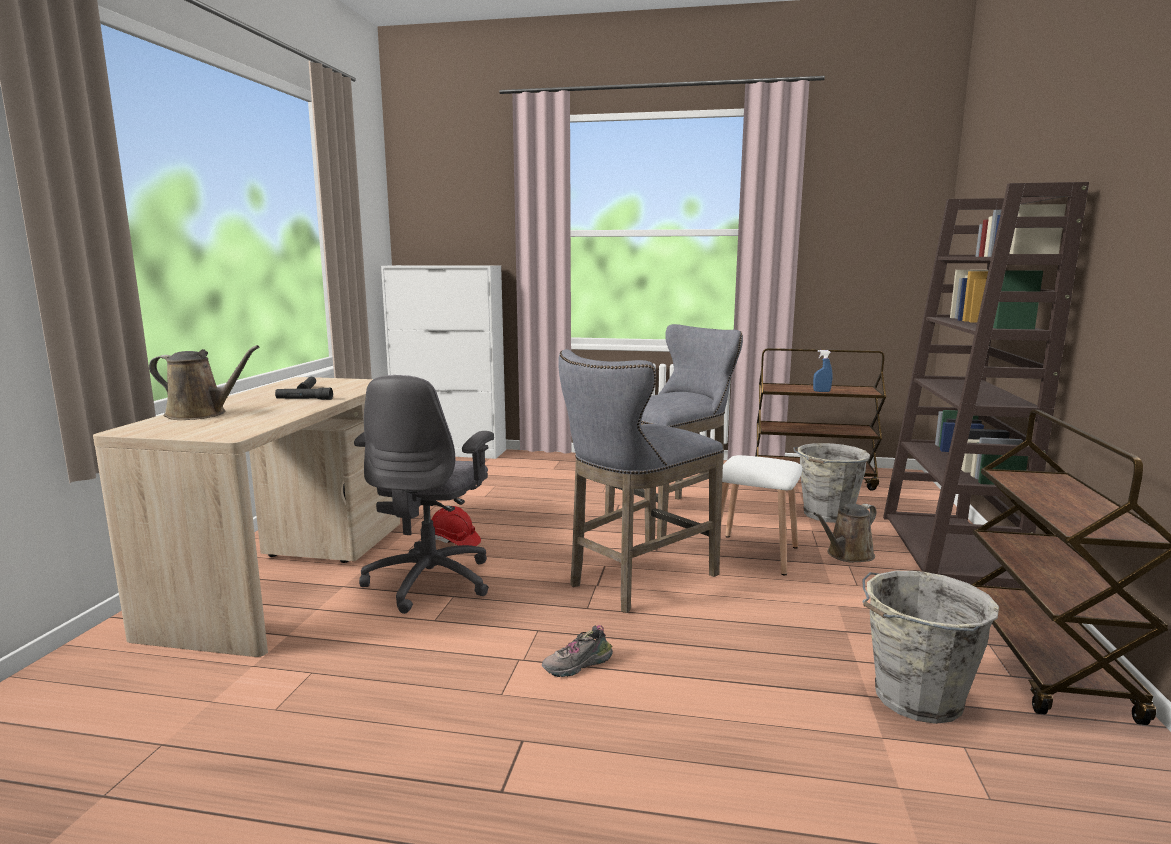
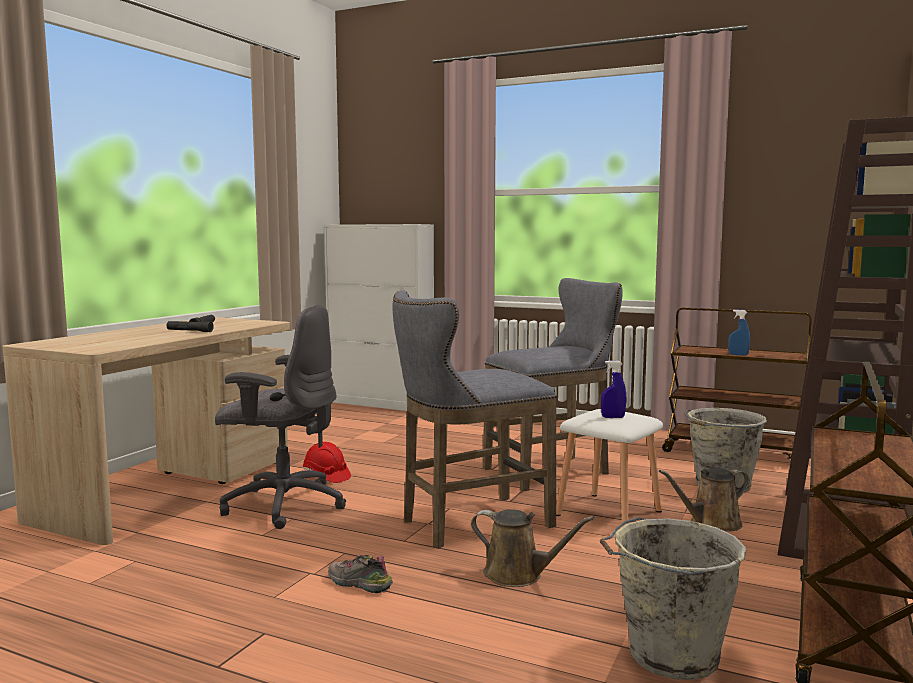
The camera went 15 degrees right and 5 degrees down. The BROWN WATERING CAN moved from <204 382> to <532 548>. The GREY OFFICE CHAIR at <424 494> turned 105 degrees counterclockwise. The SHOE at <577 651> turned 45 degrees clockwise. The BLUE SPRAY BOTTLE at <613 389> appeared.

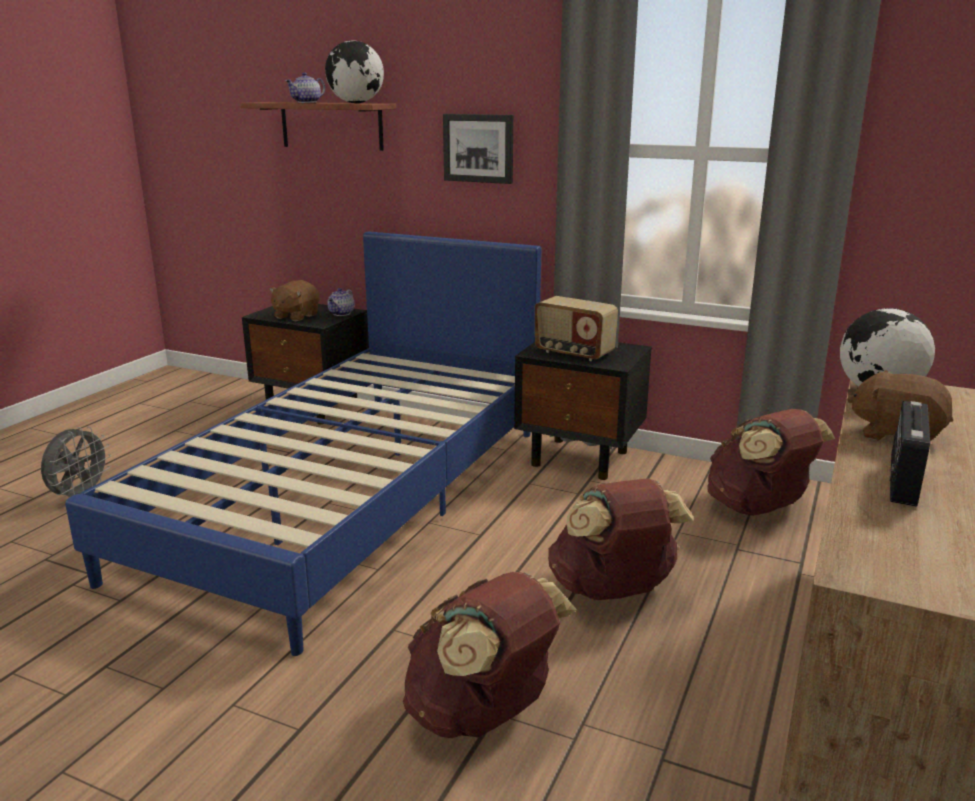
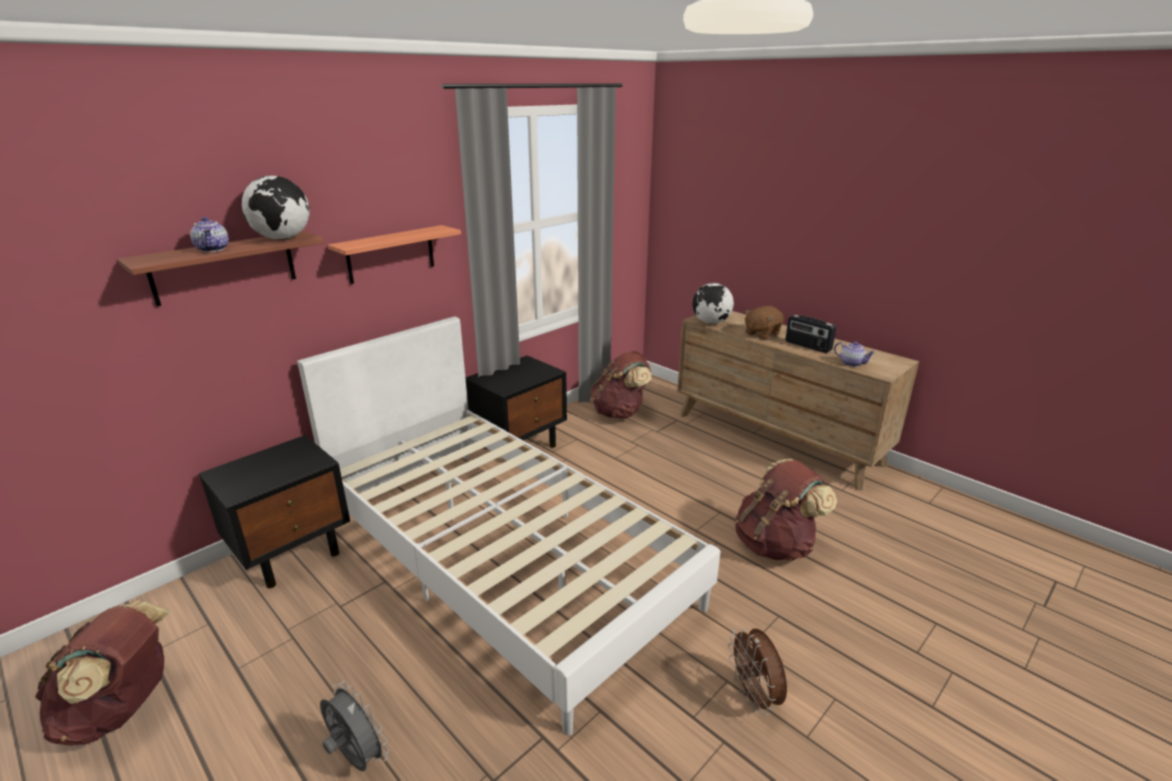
The camera went 70 degrees left and 5 degrees up. The PICTURE at <478 149> was replaced by the SHELF at <394 254>. The BLUE BED at <303 443> became the WHITE BED at <508 525>. The BROWN PLUSH TOY at <294 300> disappeared. The TEAPOT moved from <340 302> to <854 354>. The RADIO at <576 328> disappeared. The BROWN BACKPACK moved from <621 539> to <102 673>. The BROWN FAN at <757 671> appeared.

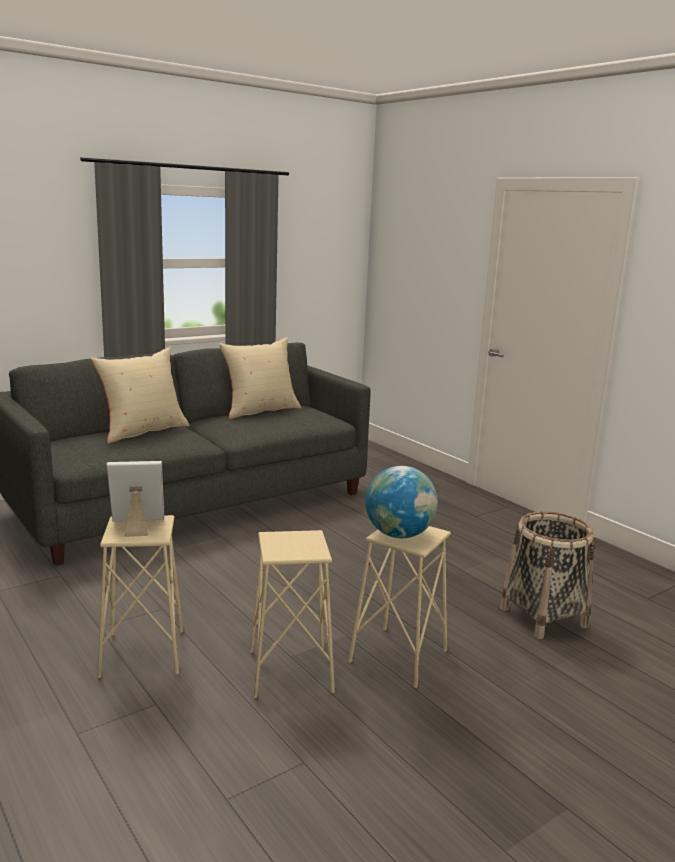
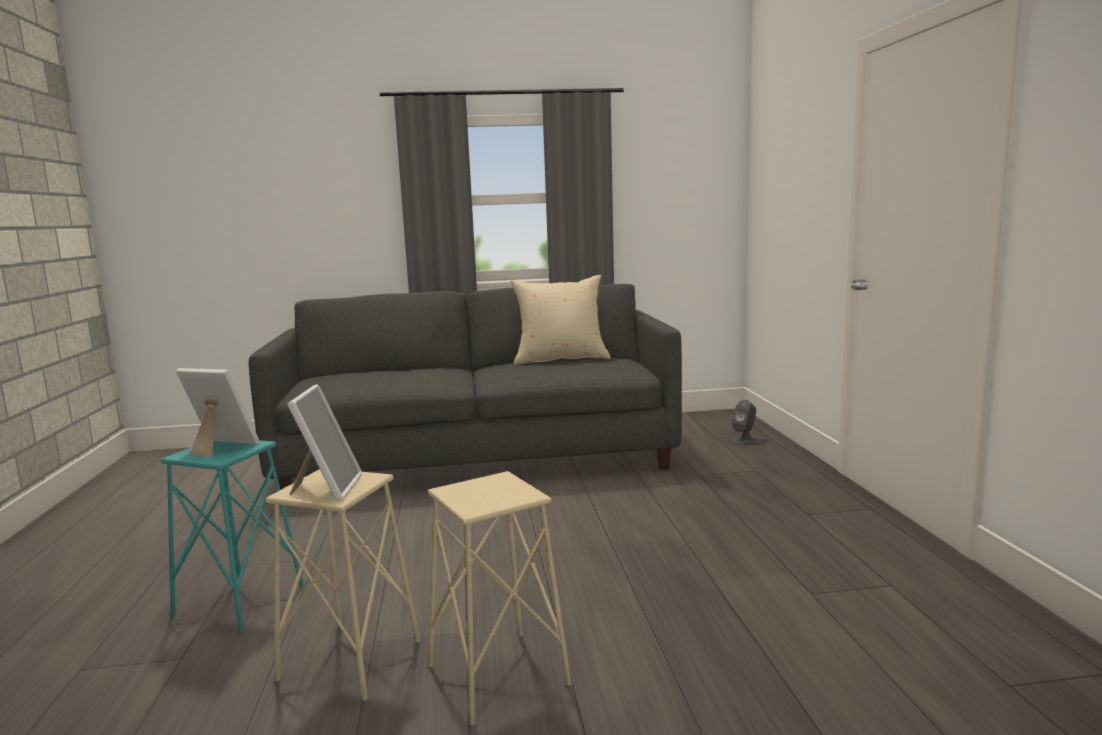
The camera went 30 degrees right and 5 degrees down. The BEIGE PILLOW at <140 395> disappeared. The GLOBE at <401 502> disappeared. The BASKET at <547 575> disappeared. The BEIGE STOOL at <140 596> became the TURQUOISE STOOL at <232 536>. The PICTURE FRAME at <324 443> appeared. The GREY SPEAKER at <744 422> appeared.

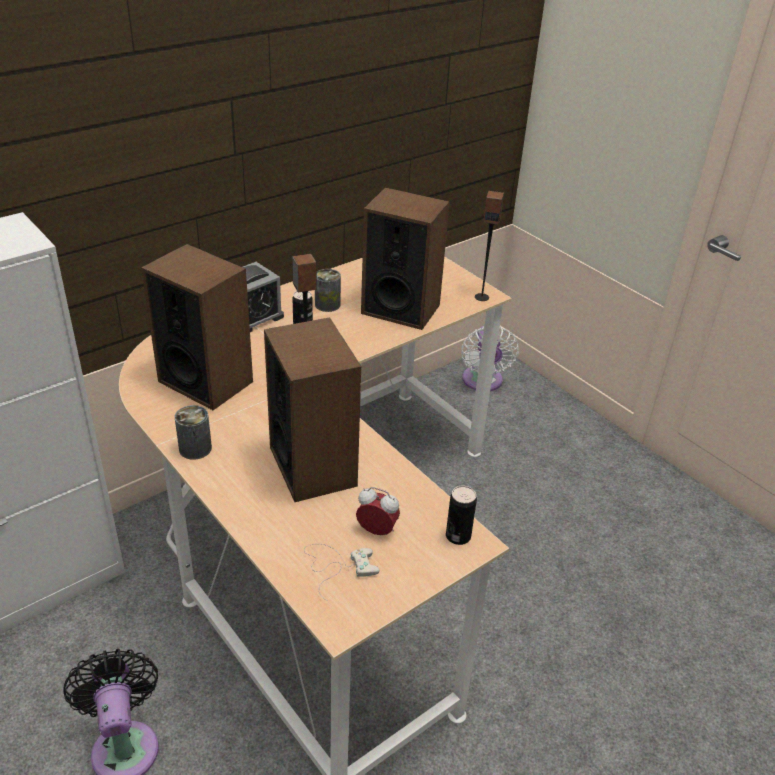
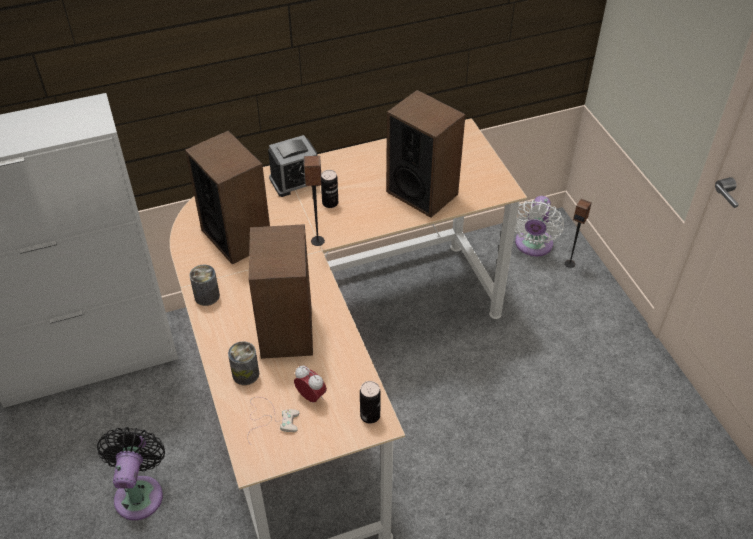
The camera went 20 degrees right and 10 degrees up. The SPEAKER moved from <489 246> to <578 233>. The CAN moved from <328 290> to <243 363>.

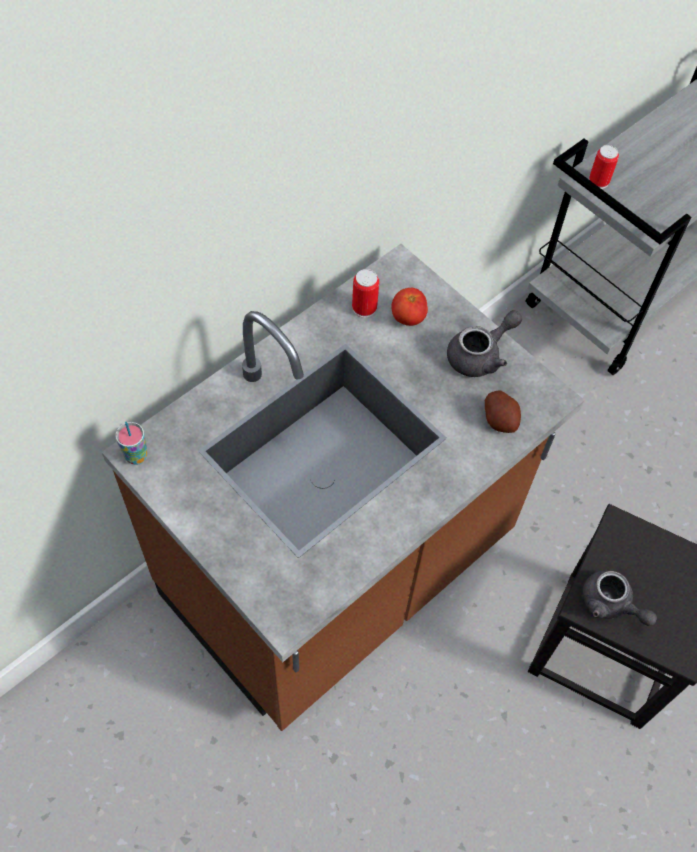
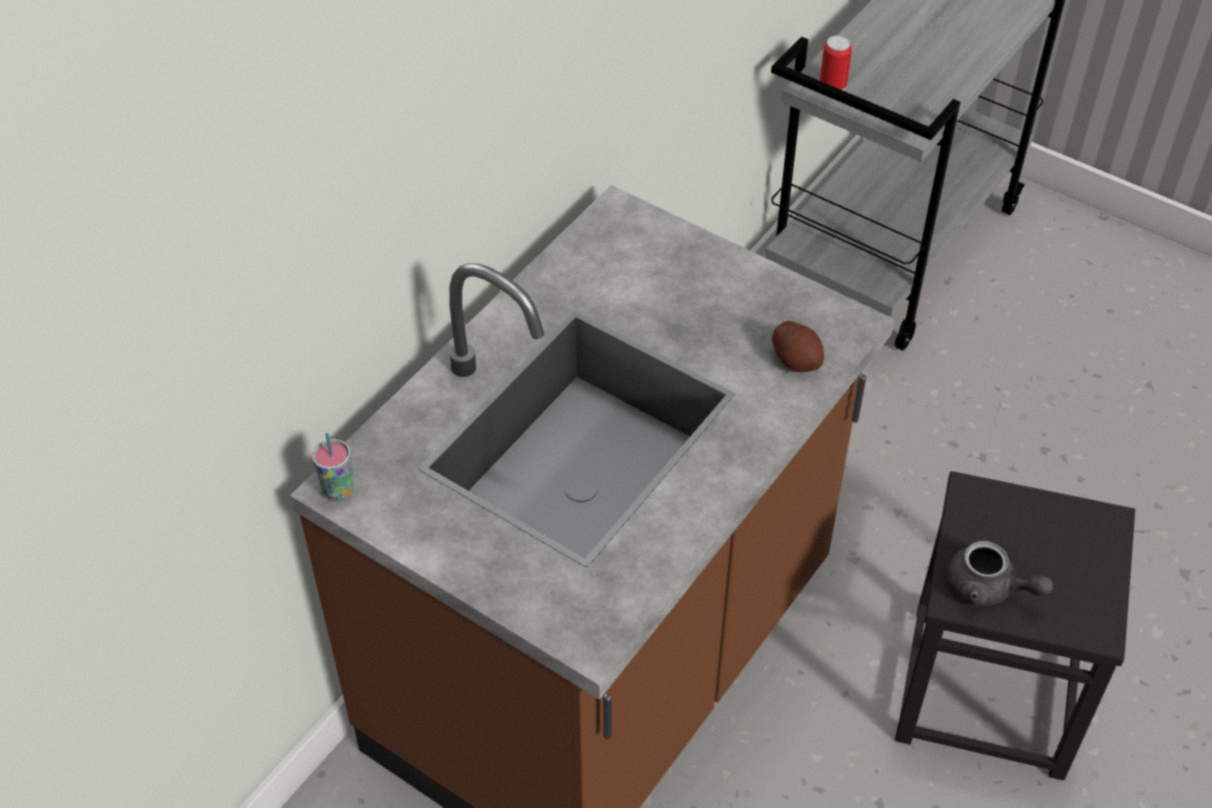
The camera went 10 degrees left and 10 degrees down. The CAN at <365 293> disappeared. The TOMATO at <409 307> disappeared. The GREY TEAPOT at <484 343> disappeared.

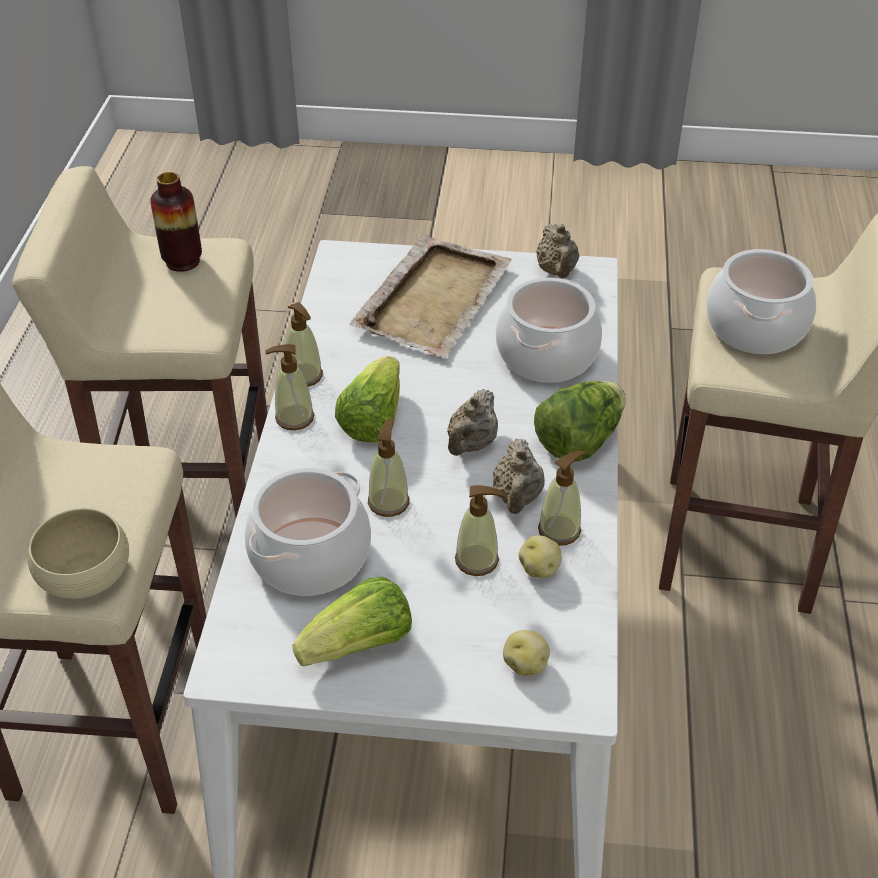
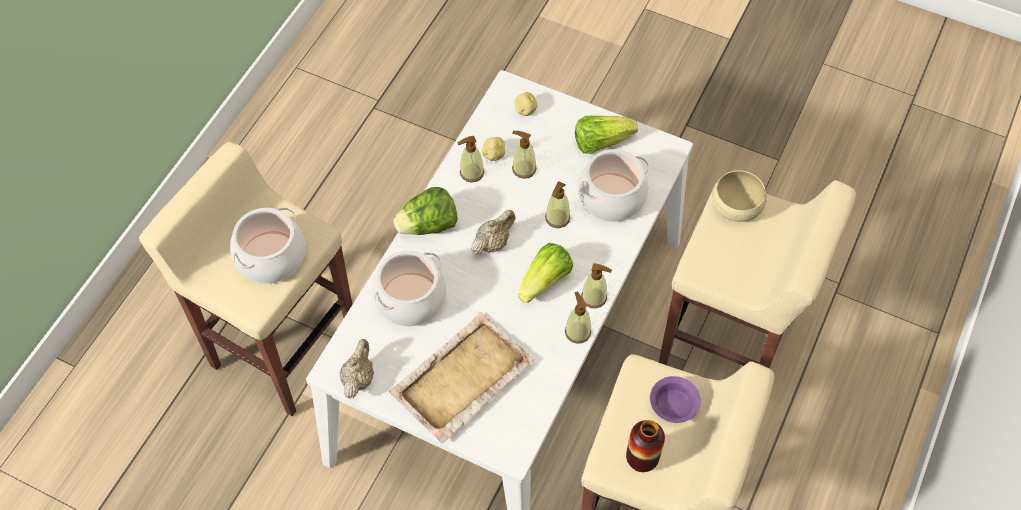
The camera went 160 degrees left and 15 degrees up. The BEIGE TEAPOT at <519 476> disappeared. The PURPLE BOWL at <675 399> appeared.

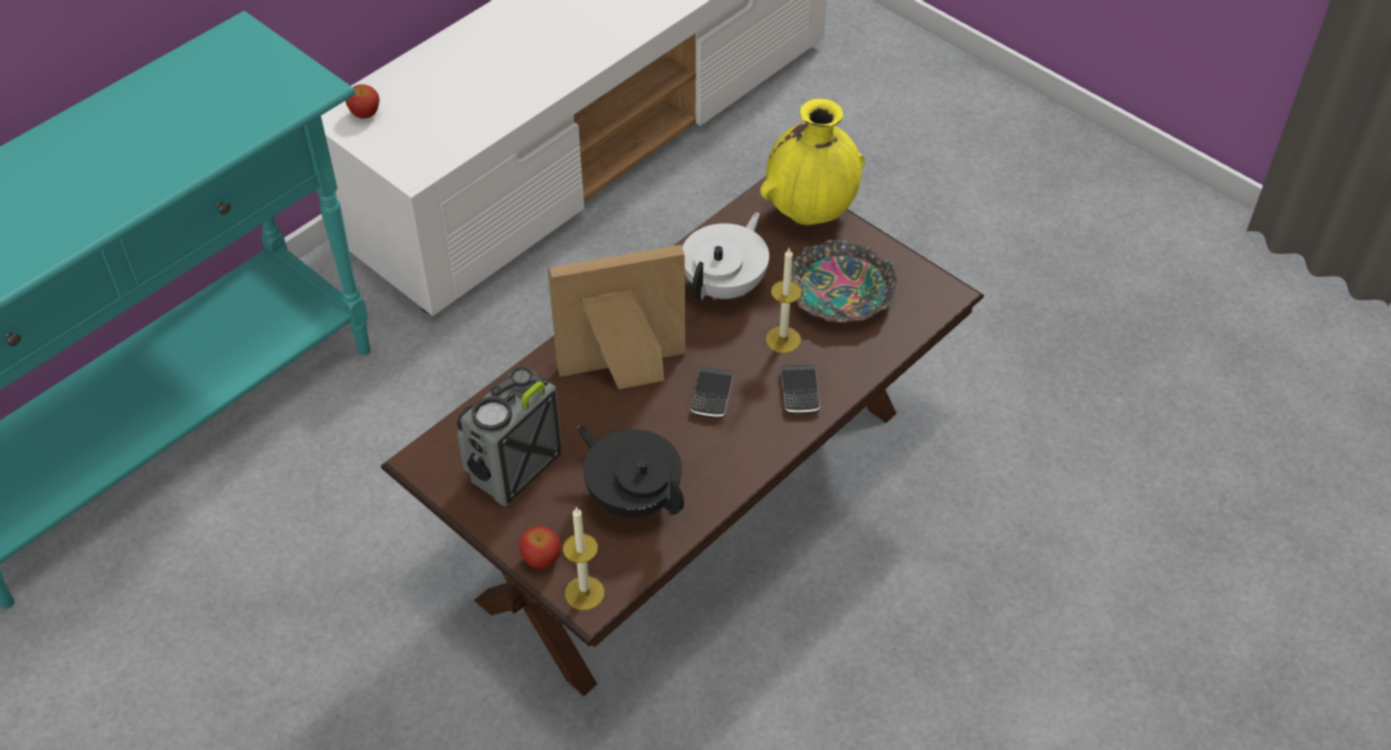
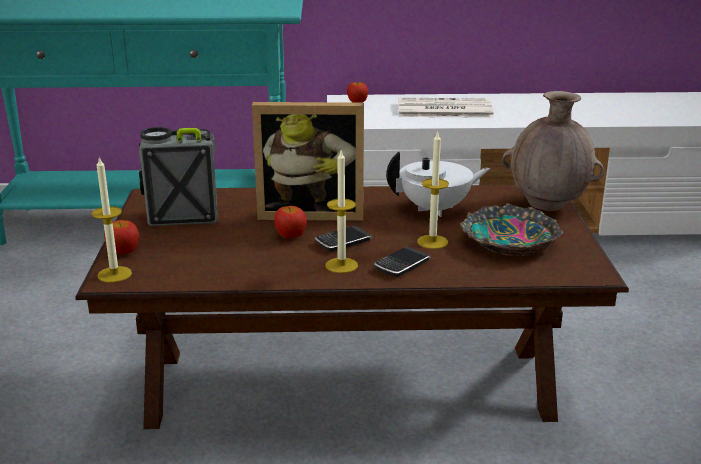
The camera went 45 degrees right and 25 degrees down. The YELLOW VASE at <812 162> became the BROWN VASE at <553 151>. The PICTURE FRAME at <616 317> turned 150 degrees clockwise. The BLACK TEAPOT at <631 472> disappeared. The NEWSPAPER at <446 108> appeared. The CANDLE at <341 212> appeared. The APPLE at <290 222> appeared.

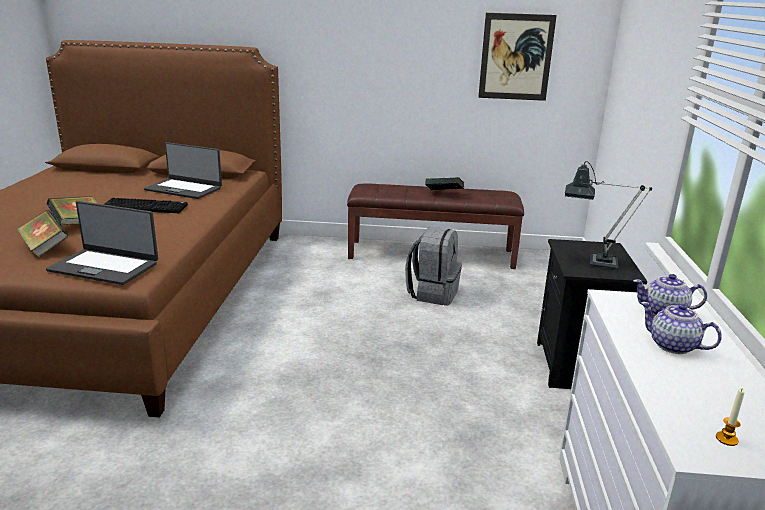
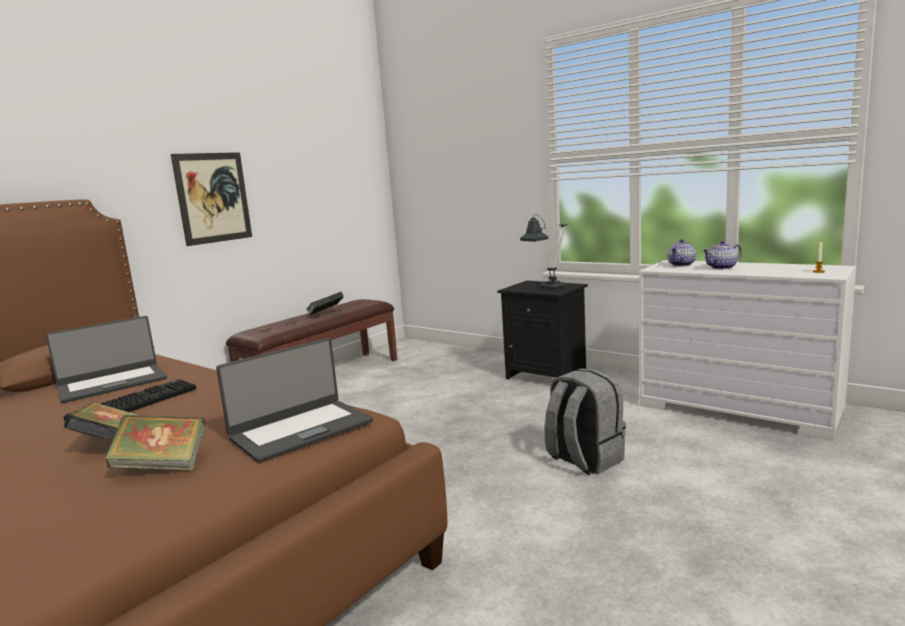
The camera went 55 degrees left and 10 degrees down. The PICTURE moved from <517 57> to <211 199>. The GREY BACKPACK moved from <433 266> to <585 421>.

